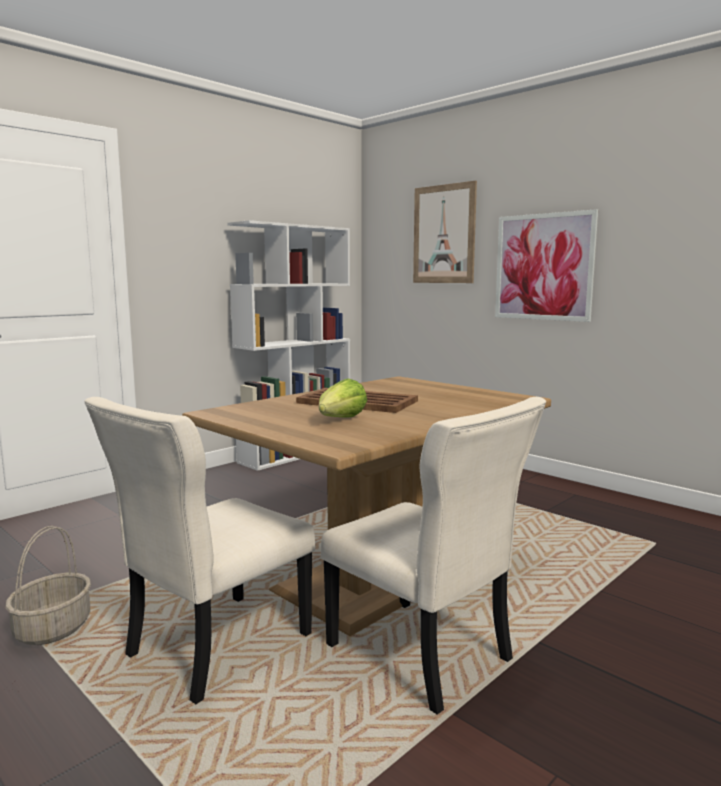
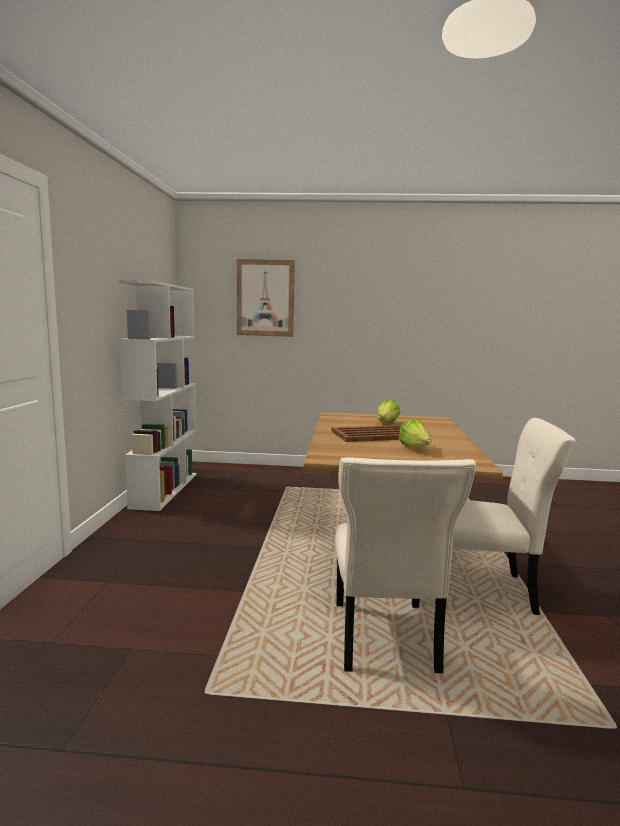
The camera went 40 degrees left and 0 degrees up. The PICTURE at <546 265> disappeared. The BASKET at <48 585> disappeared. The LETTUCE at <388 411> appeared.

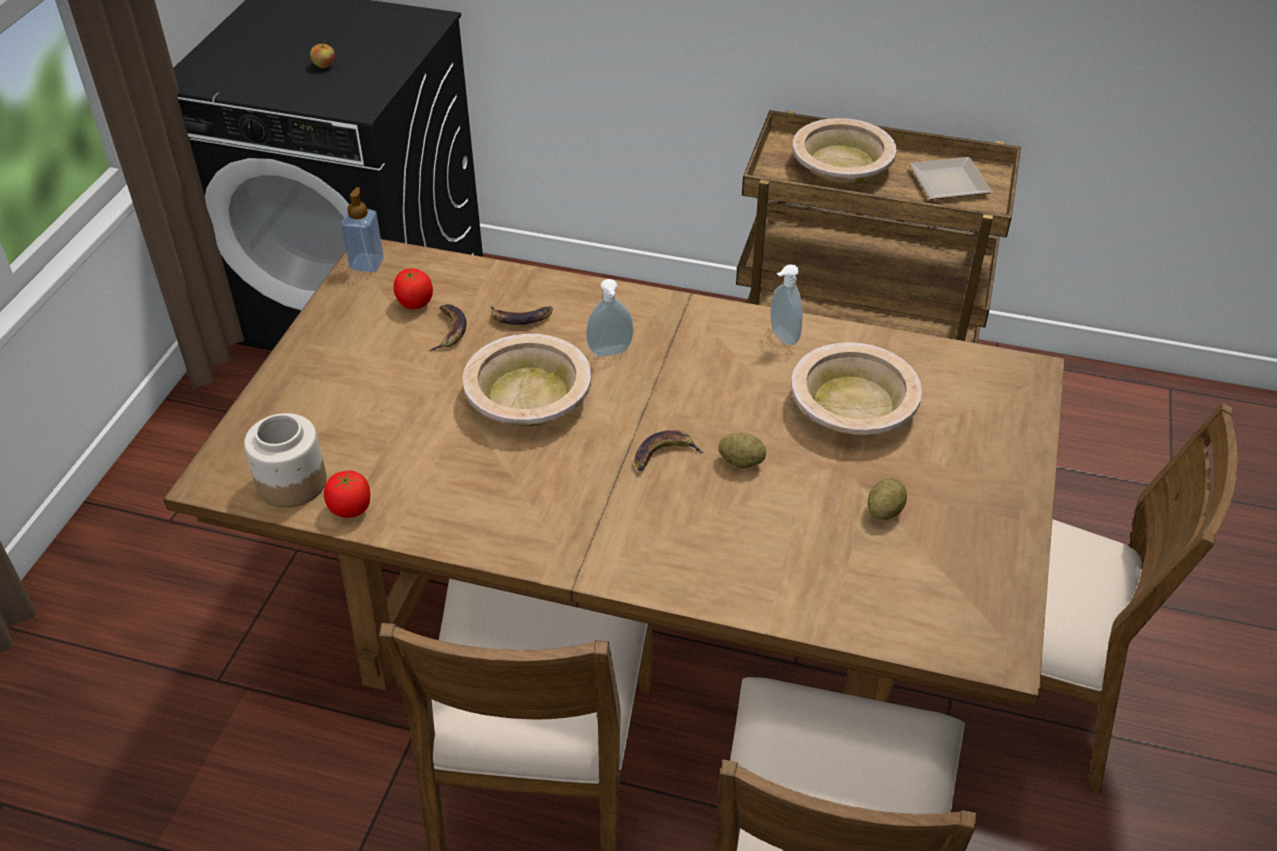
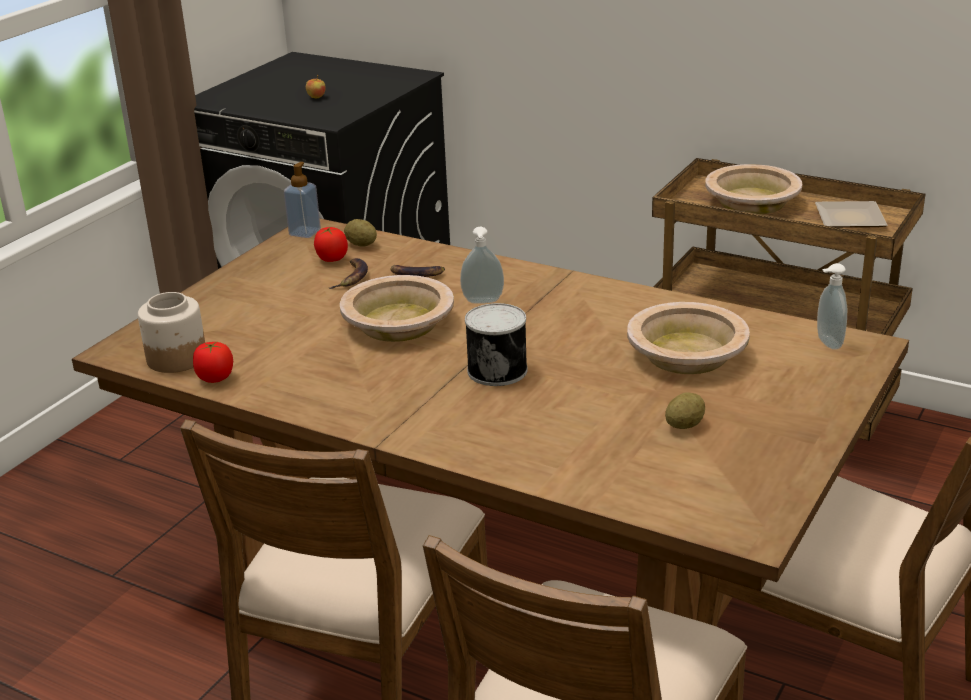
The camera went 15 degrees right and 15 degrees down. The SOAP DISPENSER moved from <786 305> to <832 306>. The BANANA at <669 450> was replaced by the CAN at <496 344>. The POTATO moved from <742 450> to <360 233>.

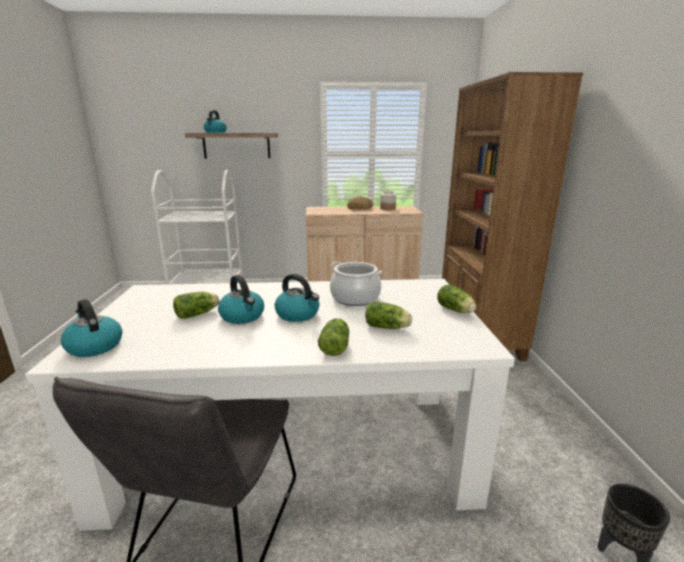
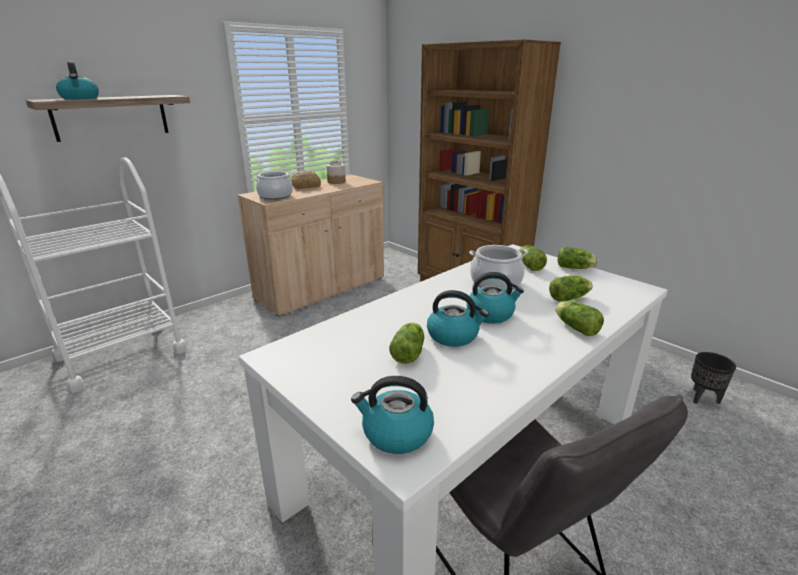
The camera went 40 degrees left and 5 degrees up. The COOKING POT at <273 185> appeared. The LETTUCE at <533 258> appeared.

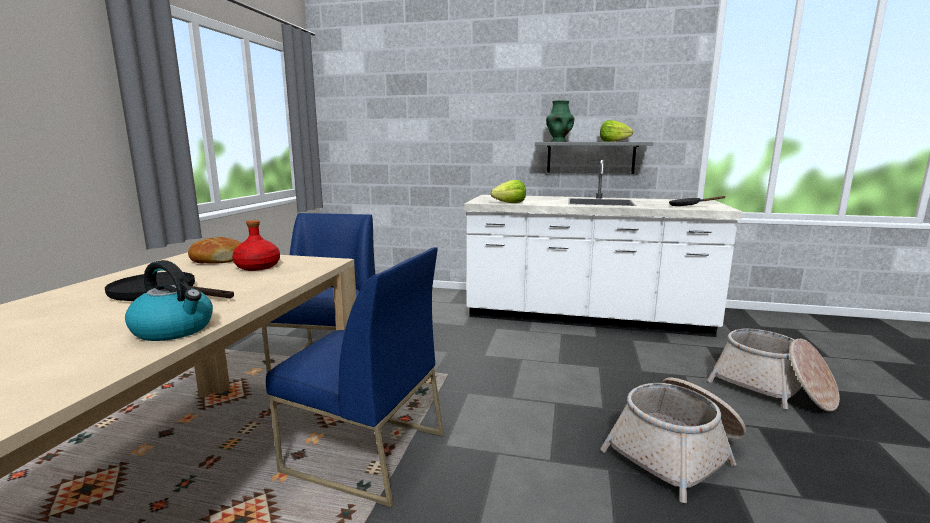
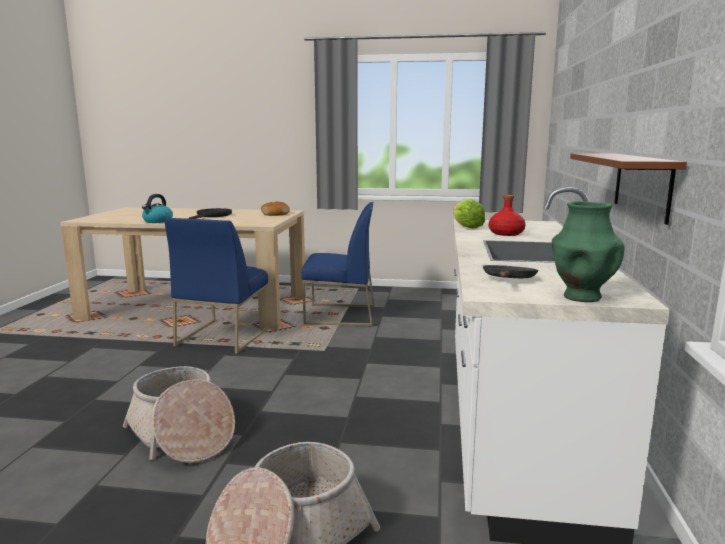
The camera went 85 degrees right and 0 degrees up. The GREEN VASE moved from <560 121> to <588 251>. The LETTUCE at <616 131> disappeared. The GREY SHELF at <594 158> became the BROWN SHELF at <628 189>. The RED BOTTLE moved from <256 245> to <507 215>.

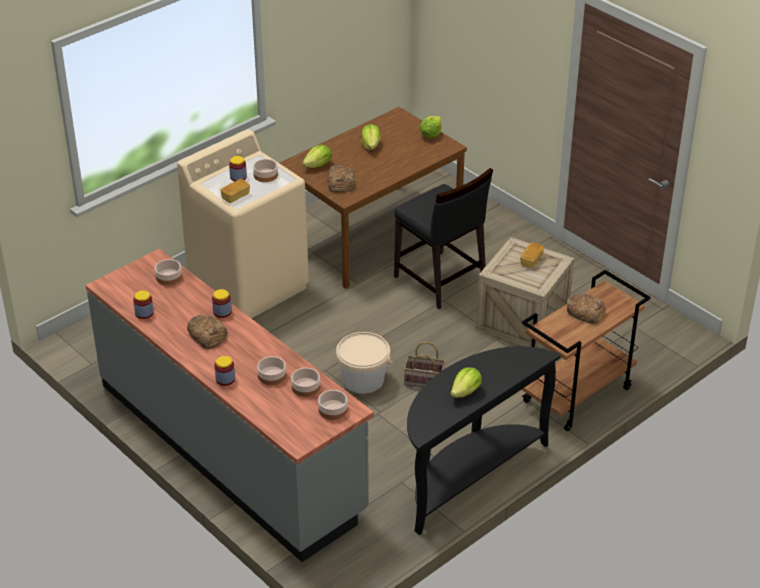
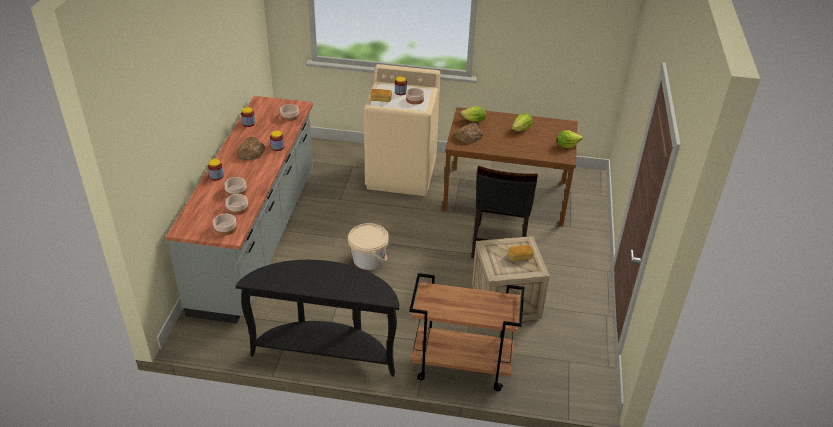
The camera went 50 degrees right and 0 degrees up. The BREAD at <586 308> disappeared. The BASKET at <424 364> disappeared. The LETTUCE at <466 382> disappeared.

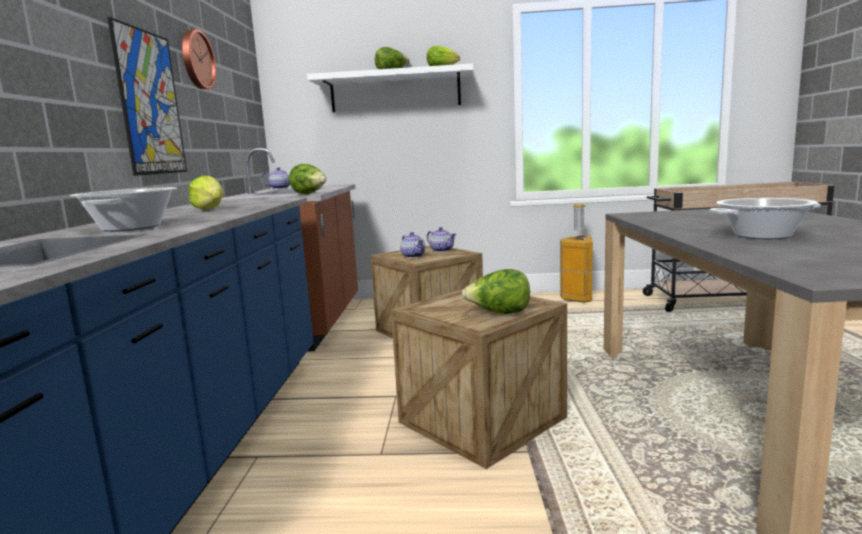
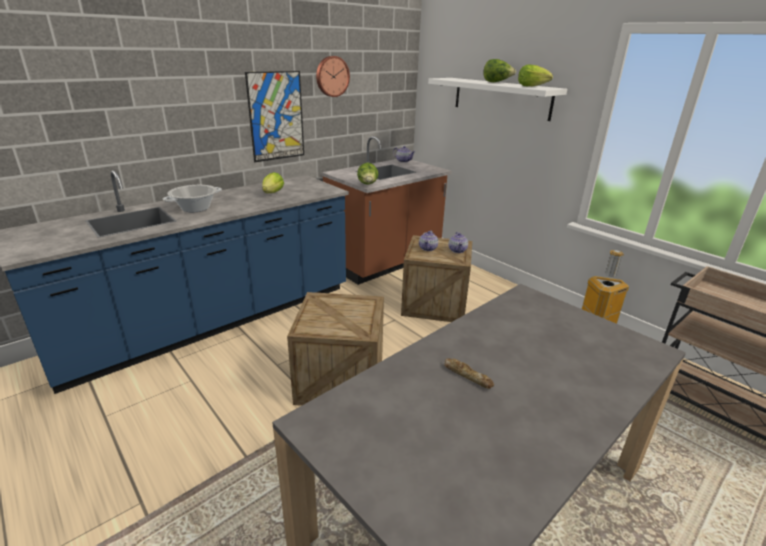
The camera went 45 degrees right and 15 degrees up. The COOKING POT at <765 218> was replaced by the BREAD at <469 373>. The LETTUCE at <496 291> disappeared.

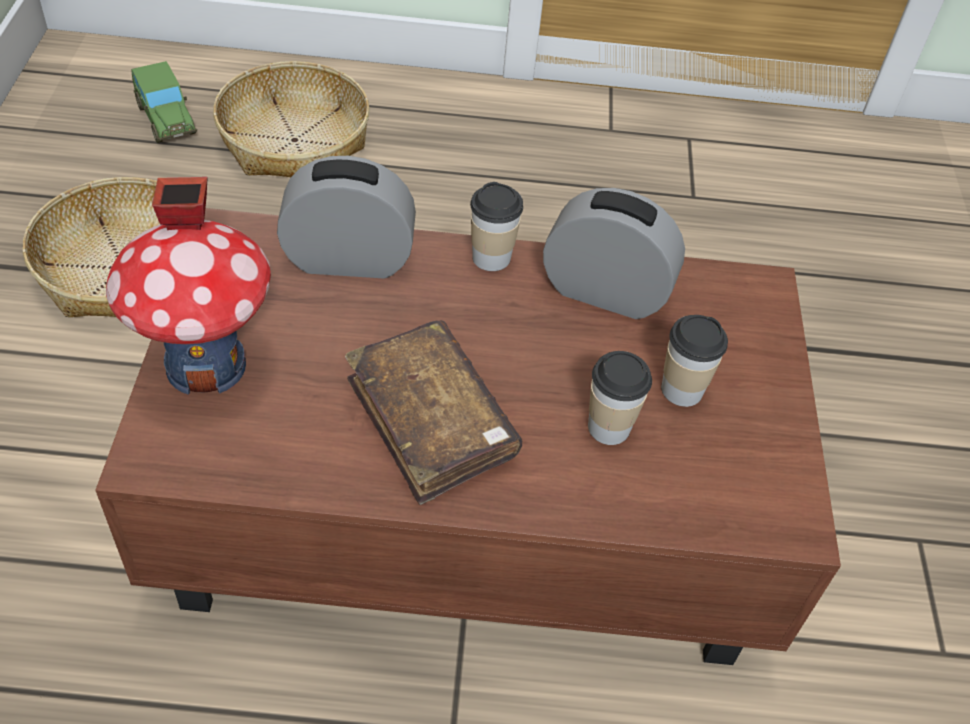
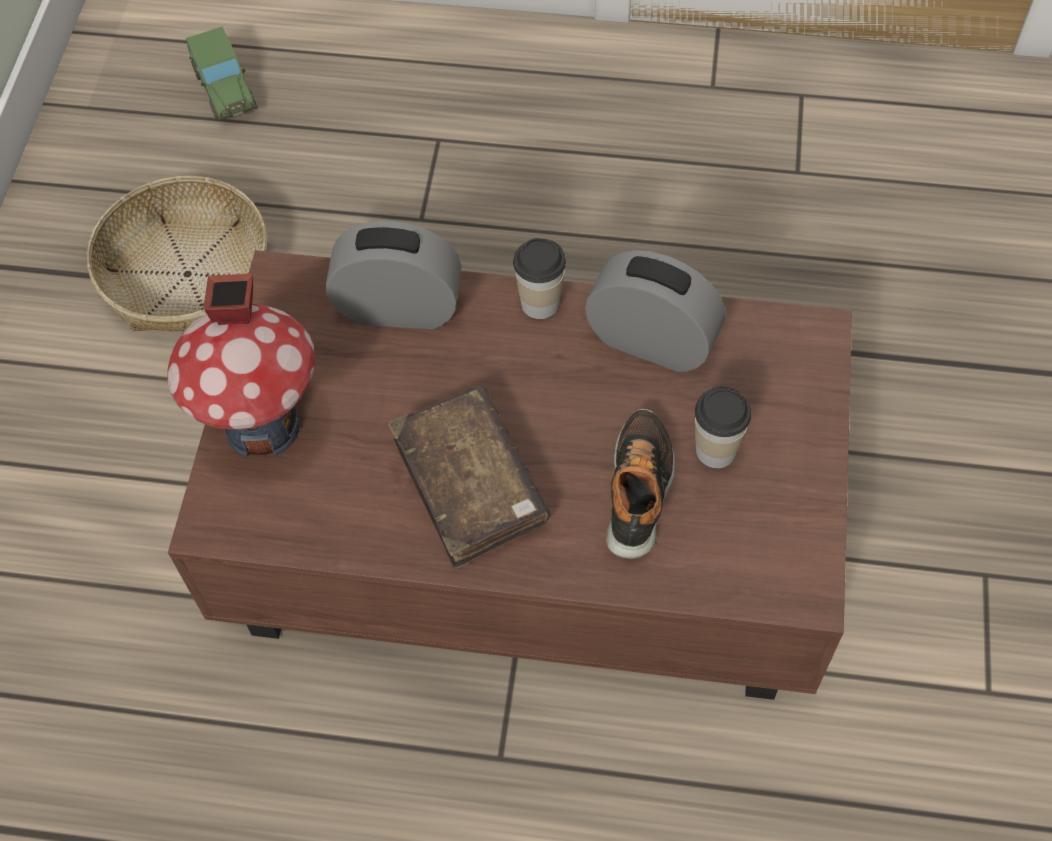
The camera went 10 degrees right and 10 degrees up. The BASKET at <291 119> disappeared. The CUP at <620 398> was replaced by the SHOE at <640 484>.

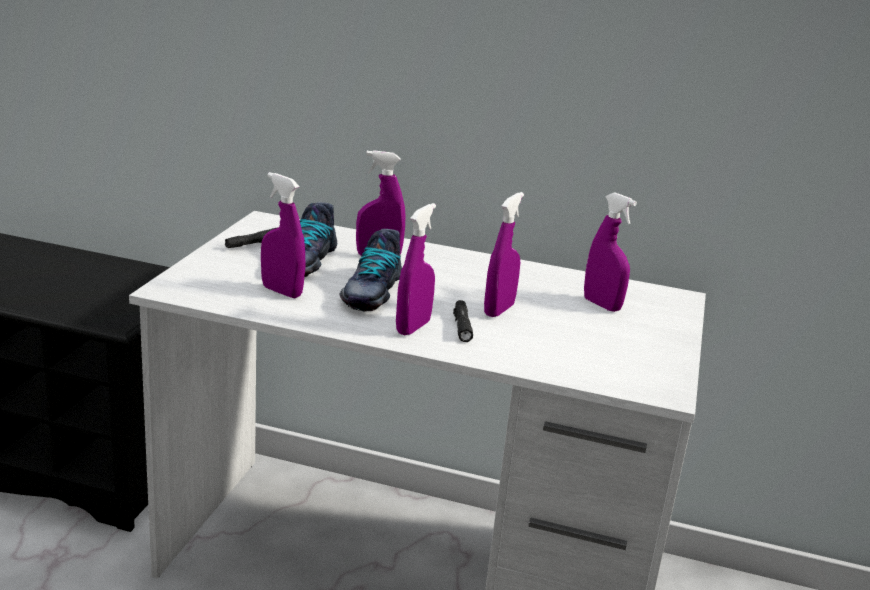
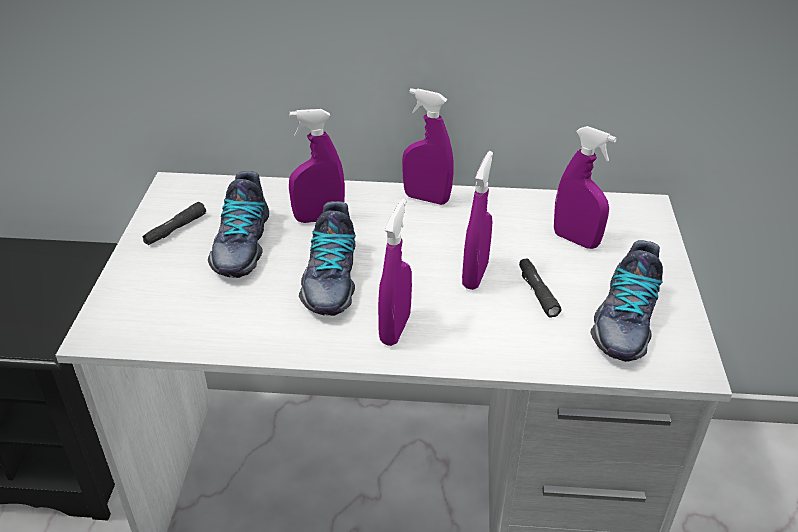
The camera went 10 degrees left and 15 degrees up. The PURPLE SPRAY BOTTLE moved from <283 235> to <428 146>. The BLACK FLASHLIGHT moved from <463 321> to <540 288>. The SHOE at <627 301> appeared.

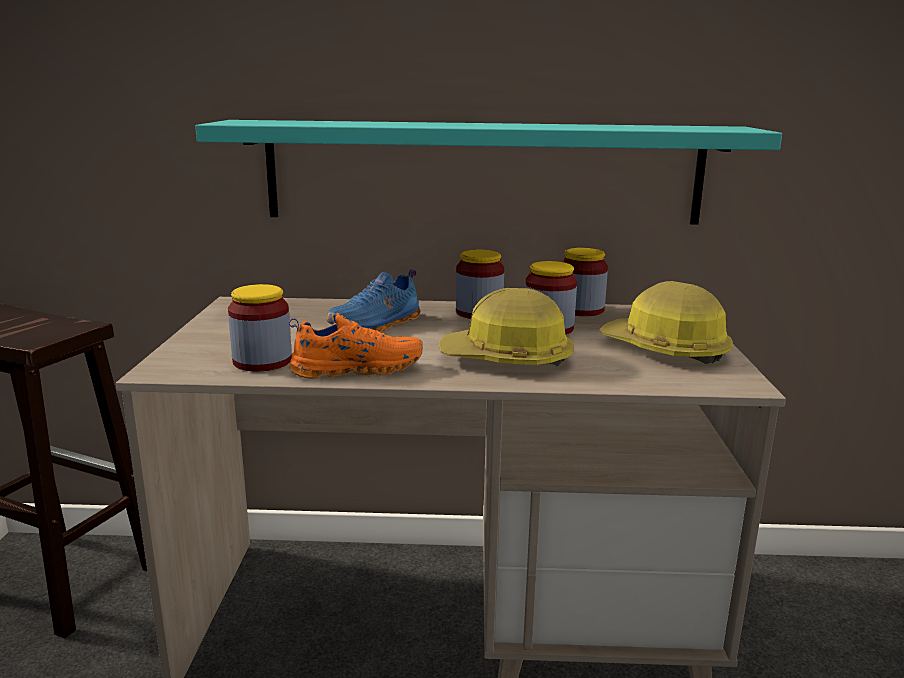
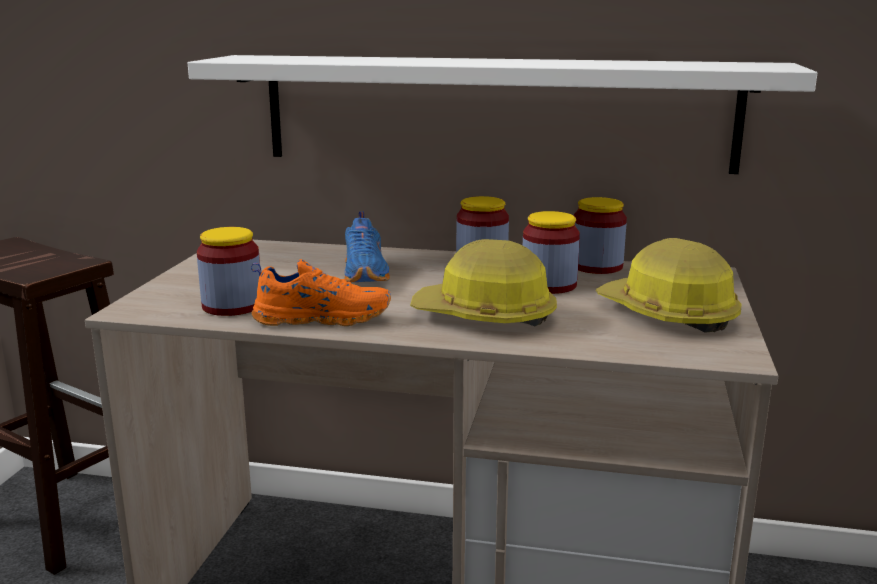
The camera went 10 degrees right and 0 degrees up. The TURQUOISE SHELF at <488 172> became the WHITE SHELF at <502 114>. The BLUE SHOE at <373 300> turned 60 degrees counterclockwise.

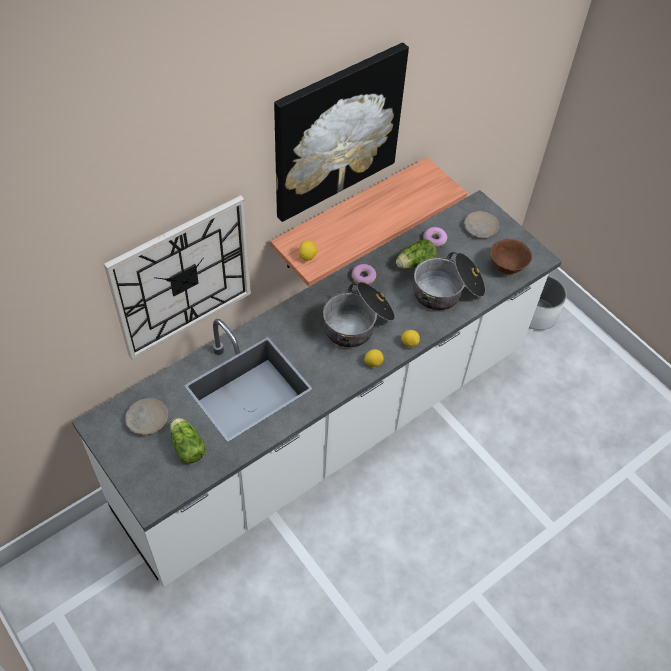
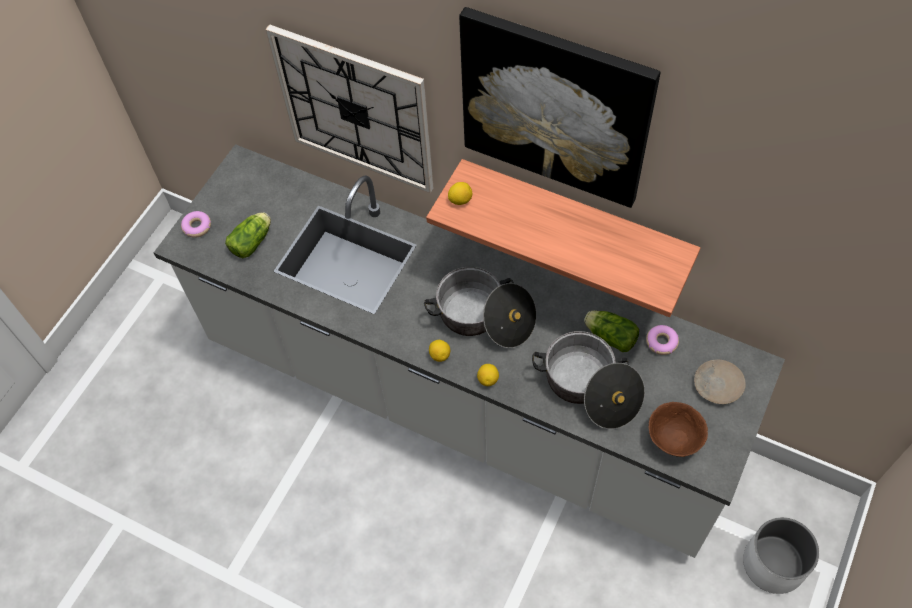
The camera went 70 degrees right and 5 degrees up. The DONUT moved from <364 274> to <196 224>. The BEIGE PLATE at <146 416> disappeared.

